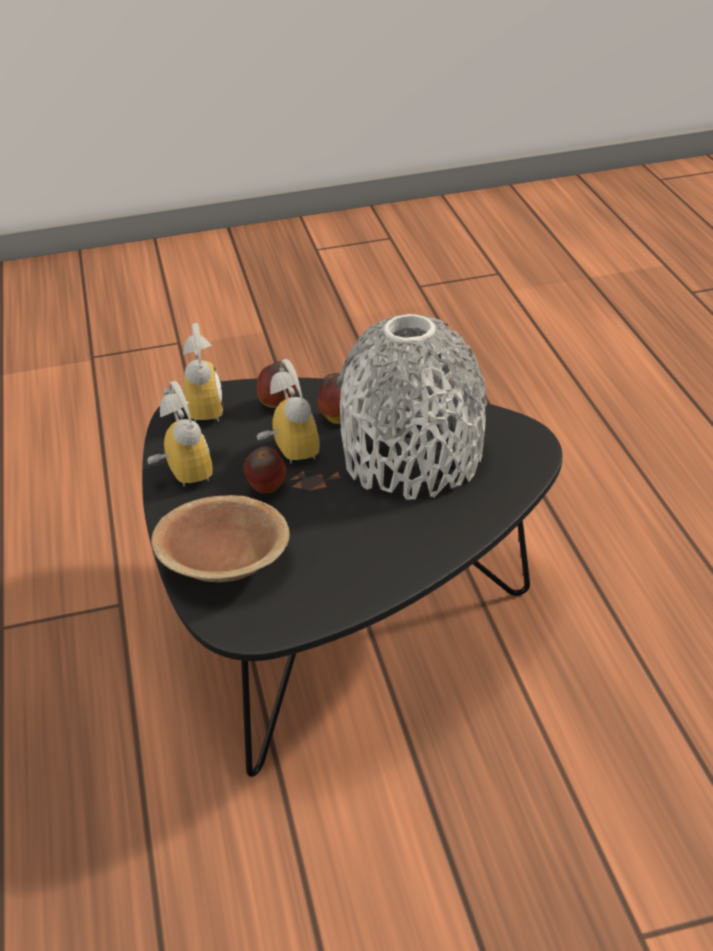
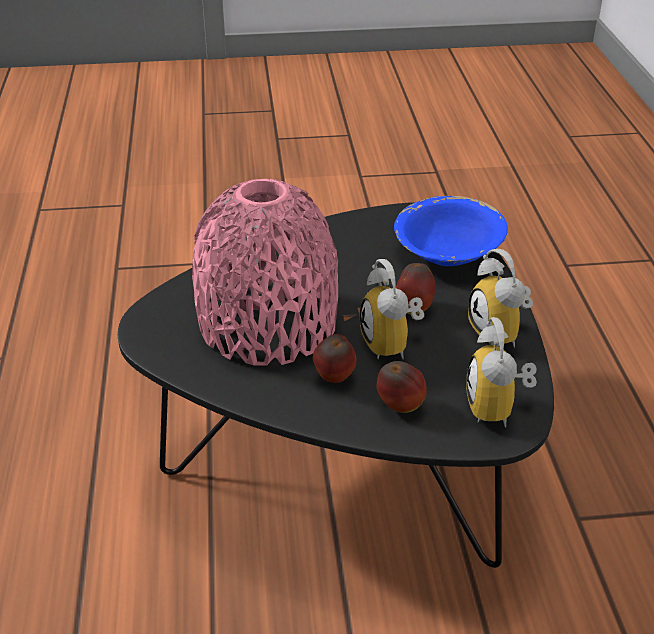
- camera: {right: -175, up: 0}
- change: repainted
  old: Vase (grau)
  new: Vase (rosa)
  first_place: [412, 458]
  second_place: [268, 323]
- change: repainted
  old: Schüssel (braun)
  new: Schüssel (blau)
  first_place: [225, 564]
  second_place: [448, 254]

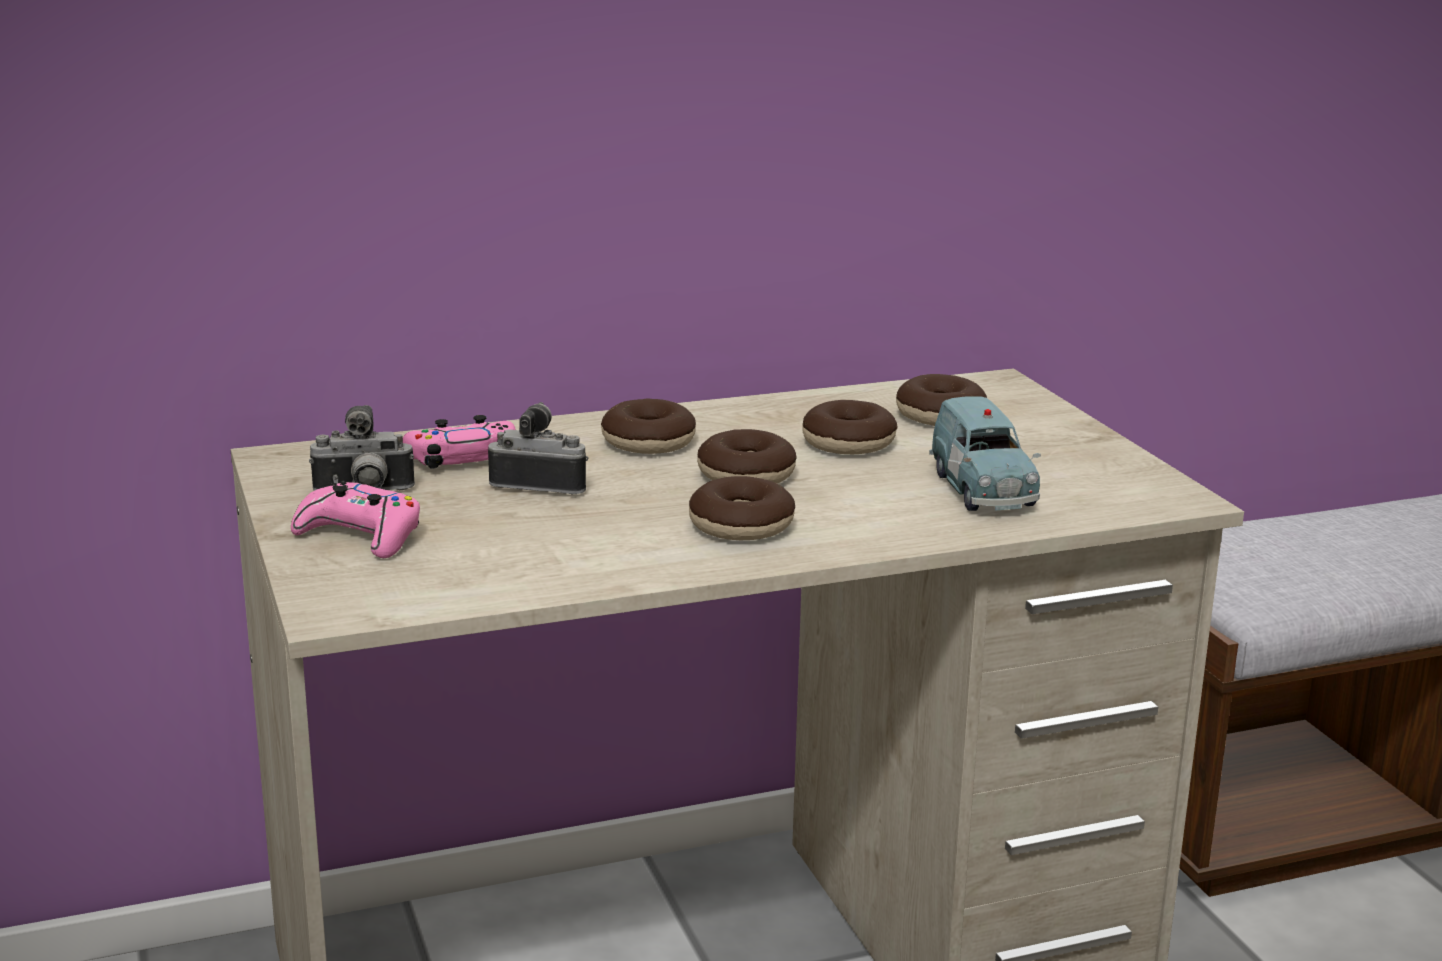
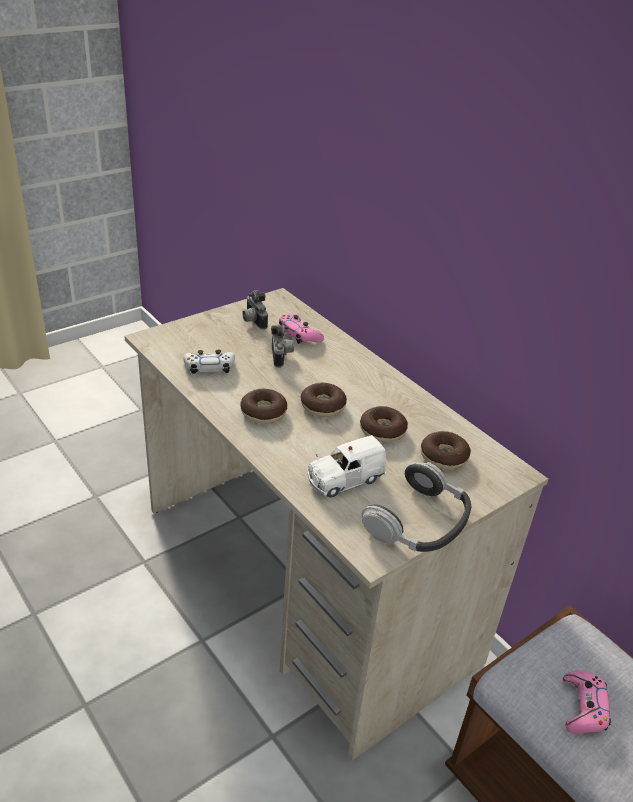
- camera: {right: 70, up: 15}
- change: new
  new: Gamepad (weiß)
  second_place: [209, 367]
- change: repainted
  old: Spielzeugauto (blau)
  new: Spielzeugauto (weiß)
  first_place: [982, 490]
  second_place: [344, 479]
- change: new
  new: Kopfhörer
  second_place: [419, 522]
- change: shifted
  old: Gamepad (rosa)
  first_place: [360, 535]
  second_place: [583, 708]
- change: gone
  old: Donut
  first_place: [648, 442]

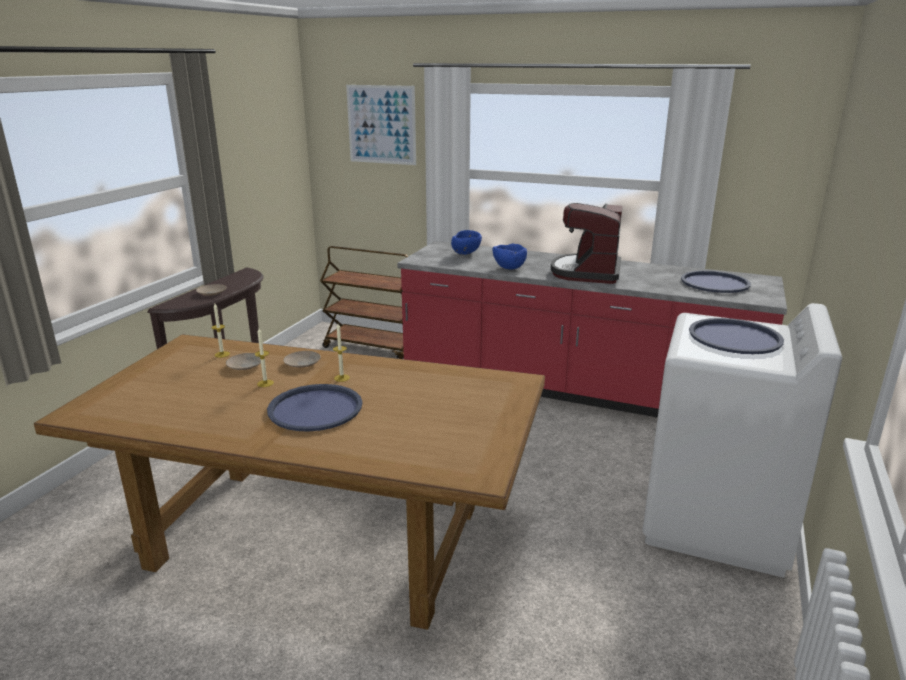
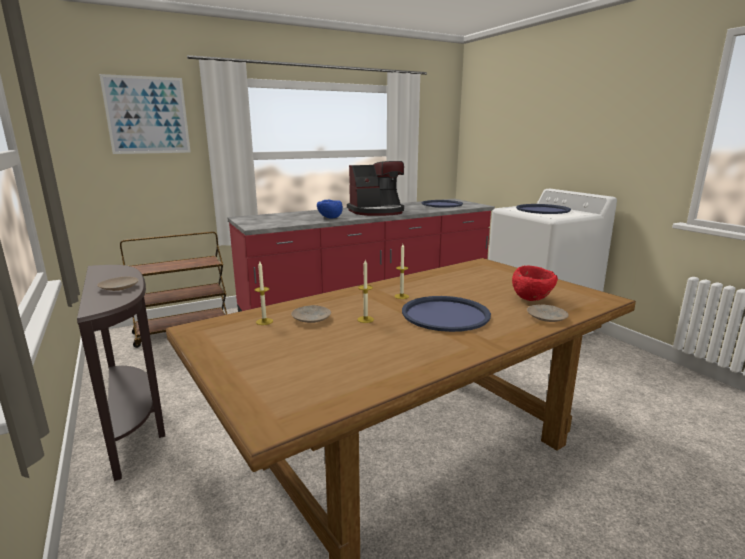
- camera: {right: -50, up: -5}
- change: rotated
  old: Kaffeemaschine
  first_place: [587, 272]
  second_place: [377, 211]
  degrees: -75
- change: new
  new: Schüssel (rot)
  second_place: [532, 299]
- change: shifted
  old: Teller (beige)
  first_place: [303, 363]
  second_place: [546, 317]
- change: gone
  old: Schüssel (blau)
  first_place: [466, 254]

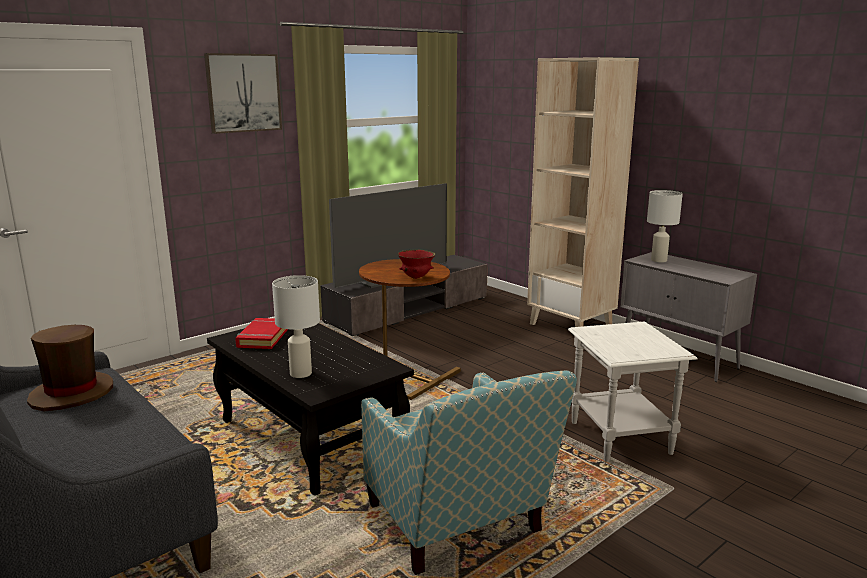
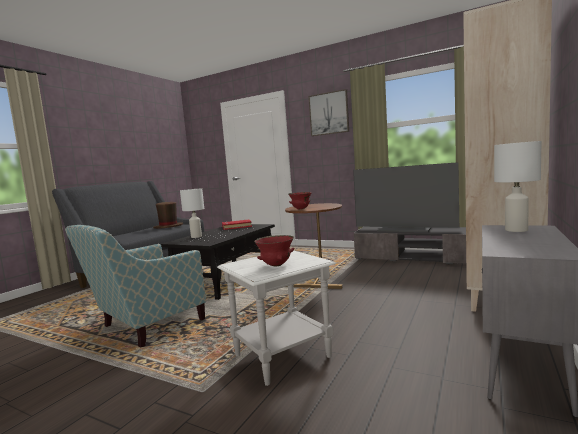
- camera: {right: 70, up: -10}
- change: new
  new: Schüssel (rot)
  second_place: [276, 265]

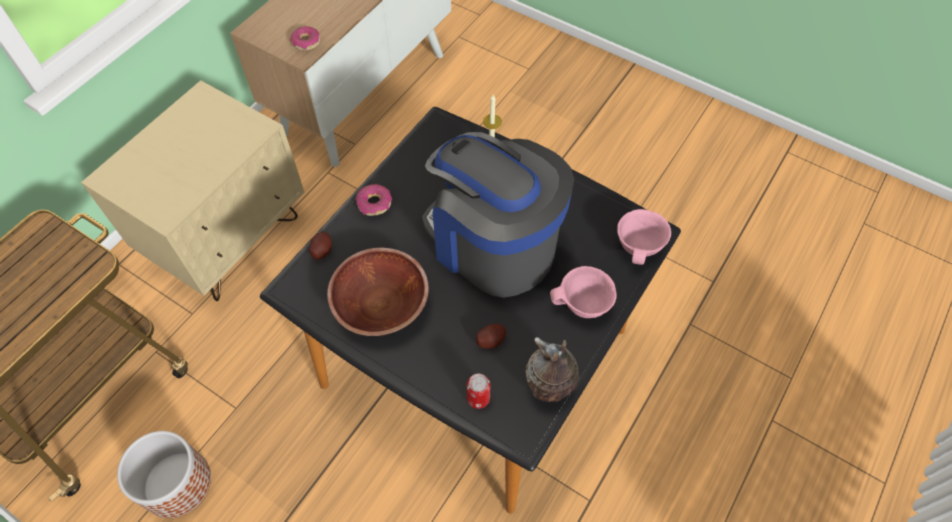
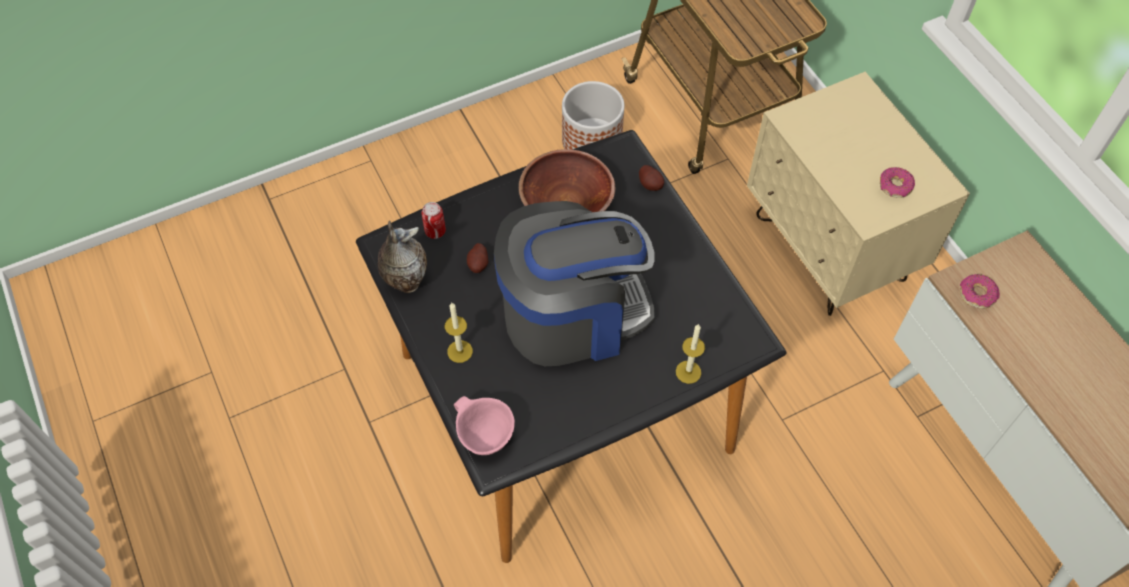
- camera: {right: 120, up: 0}
- change: swapped
  old: Schüssel (rosa)
  new: Kerze
  first_place: [583, 305]
  second_place: [460, 351]
- change: shifted
  old: Donut
  first_place: [374, 204]
  second_place: [894, 186]

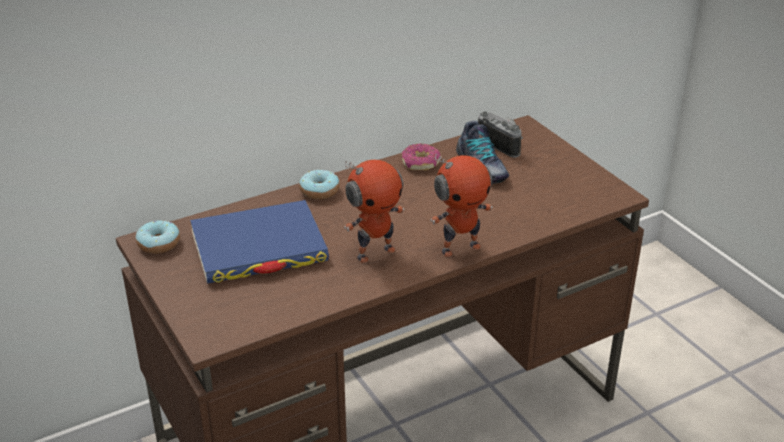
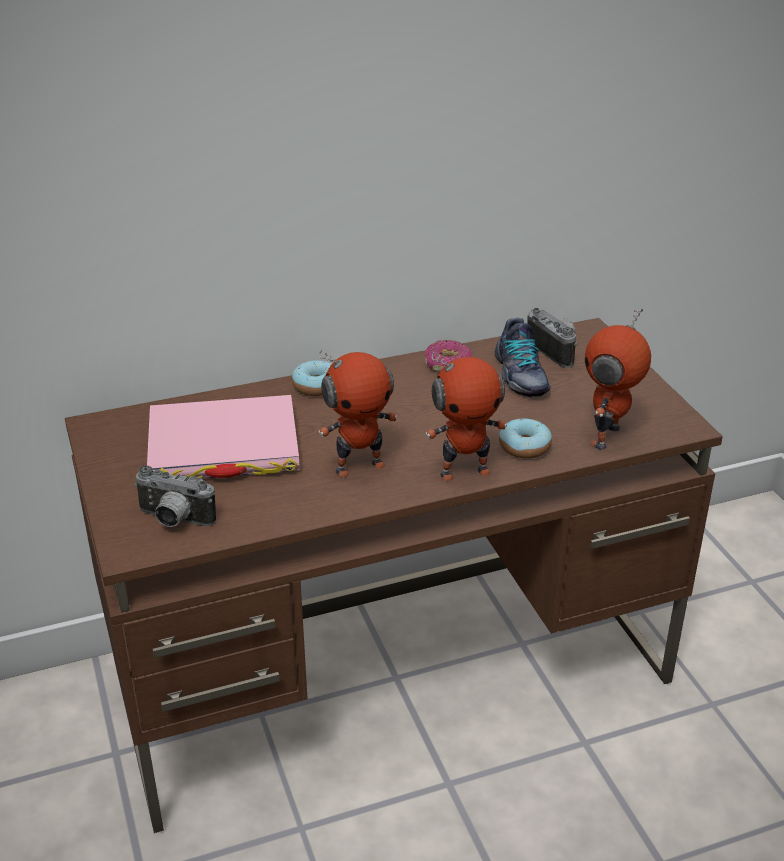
- camera: {right: 10, up: 0}
- change: new
  new: Kamera
  second_place: [173, 520]
- change: repainted
  old: Buch (blau)
  new: Buch (rosa)
  first_place: [259, 248]
  second_place: [223, 447]
- change: shifted
  old: Donut
  first_place: [159, 244]
  second_place: [524, 447]
- change: new
  new: Spielzeugroboter
  second_place: [608, 437]

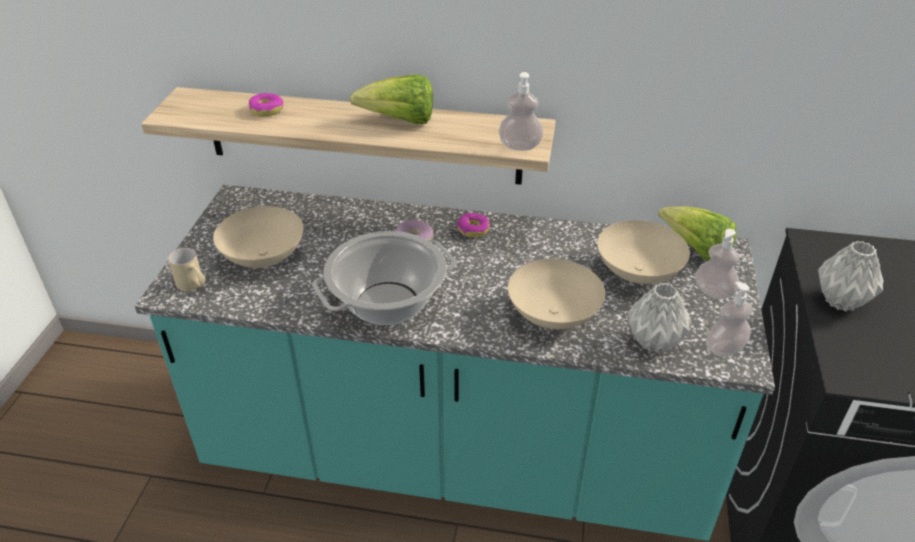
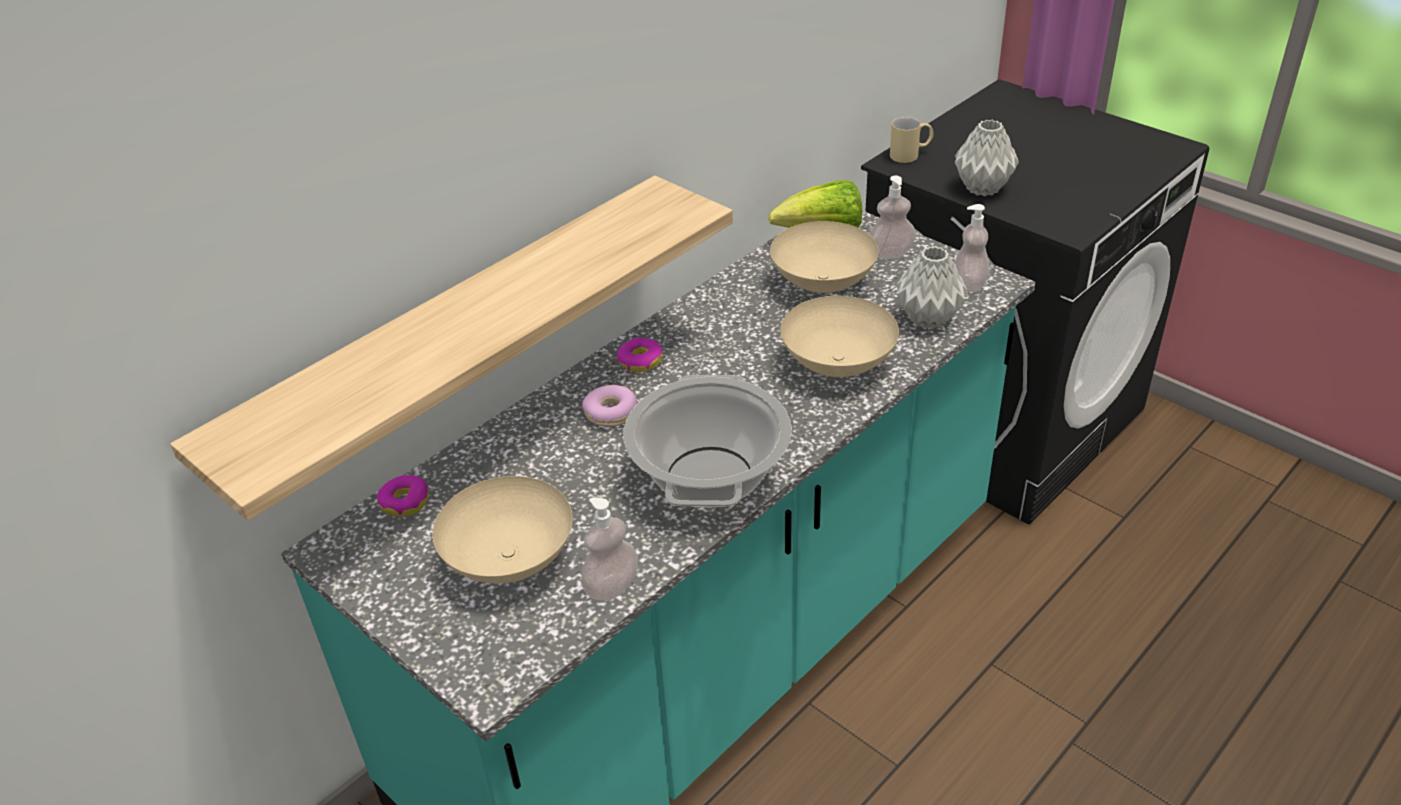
- camera: {right: -55, up: 0}
- change: shifted
  old: Donut
  first_place: [267, 110]
  second_place: [405, 502]
- change: shifted
  old: Seifenspender
  first_place: [520, 146]
  second_place: [611, 586]
- change: shifted
  old: Henkelbecher (beige)
  first_place: [194, 285]
  second_place: [910, 155]
- change: gone
  old: Salatkopf
  first_place: [400, 121]

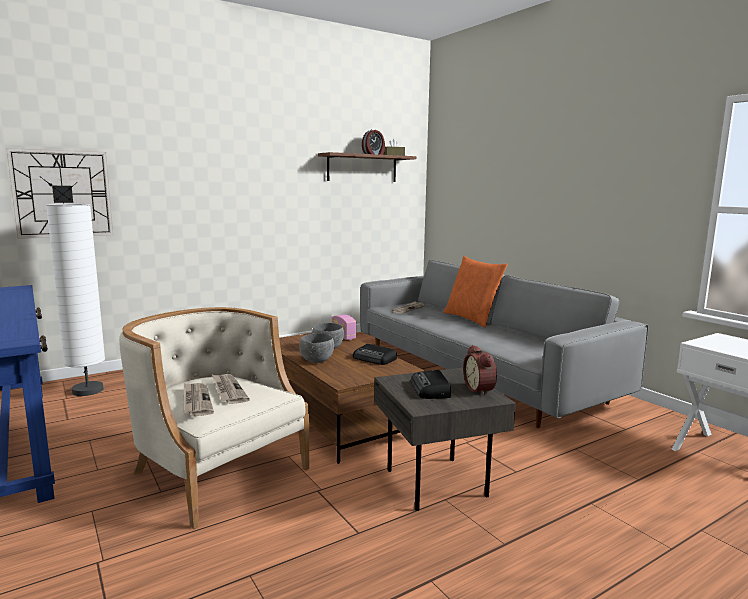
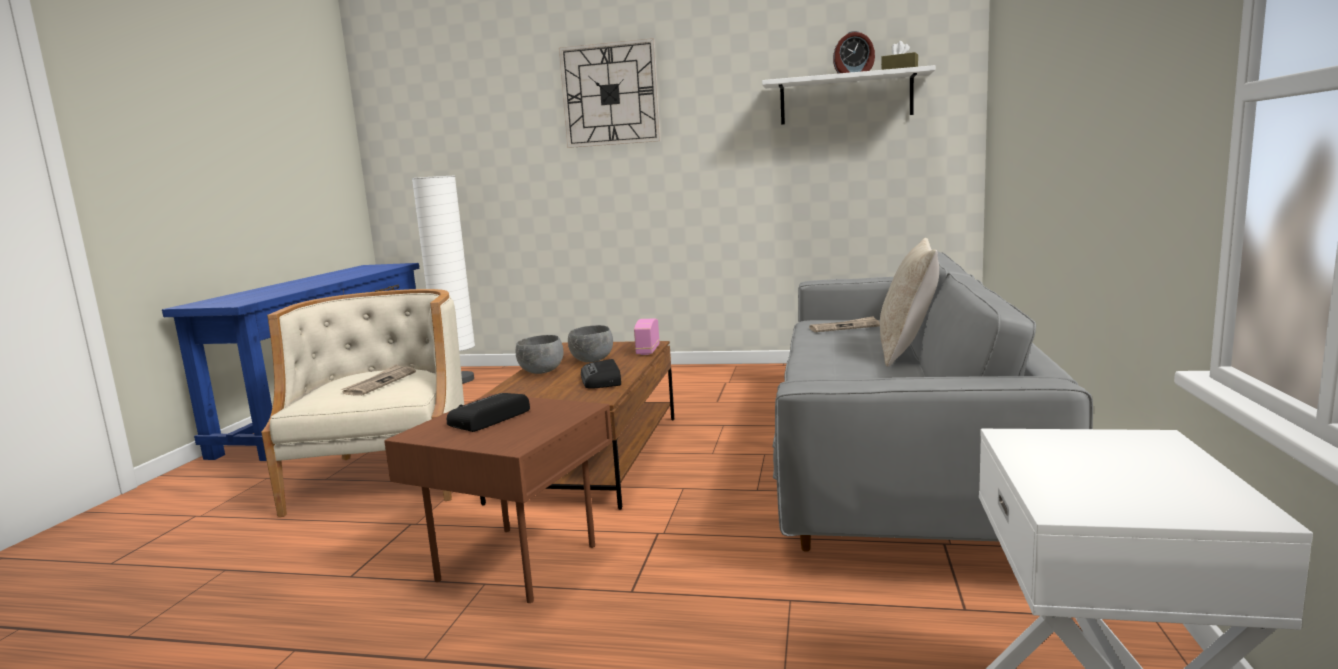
- camera: {right: 45, up: 0}
- change: repainted
  old: Beistelltisch (grau)
  new: Beistelltisch (braun)
  first_place: [439, 483]
  second_place: [518, 565]
- change: shifted
  old: Wanduhr
  first_place: [62, 194]
  second_place: [610, 94]
- change: repainted
  old: Wandregal (braun)
  new: Wandregal (weiß)
  first_place: [362, 168]
  second_place: [845, 98]
- change: repainted
  old: Kissen (orange)
  new: Kissen (beige)
  first_place: [472, 319]
  second_place: [907, 352]
- change: gone
  old: Zeitung
  first_place: [196, 401]
- change: gone
  old: Wecker
  first_place: [480, 390]

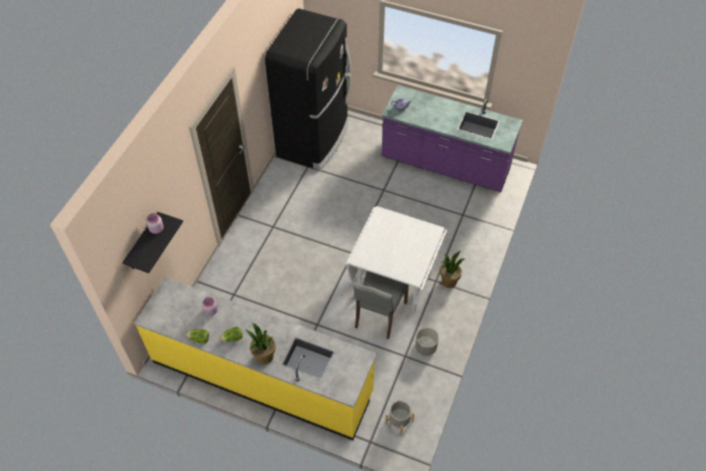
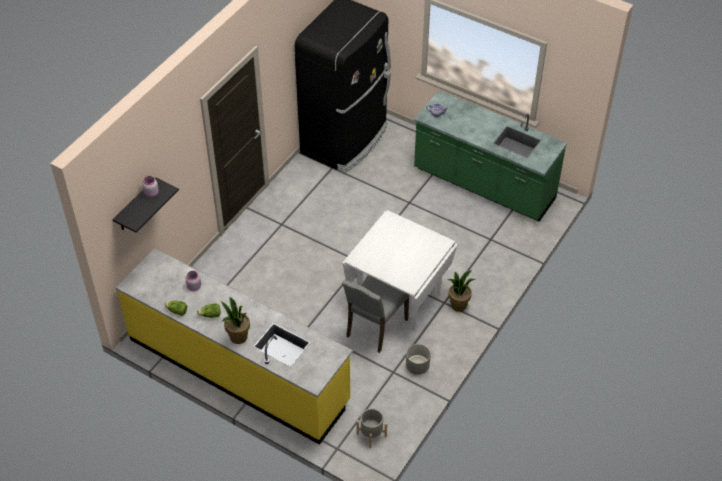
- camera: {right: 10, up: -5}
- change: repainted
  old: Küchenzeile (lila)
  new: Küchenzeile (grün)
  first_place: [445, 165]
  second_place: [483, 186]

